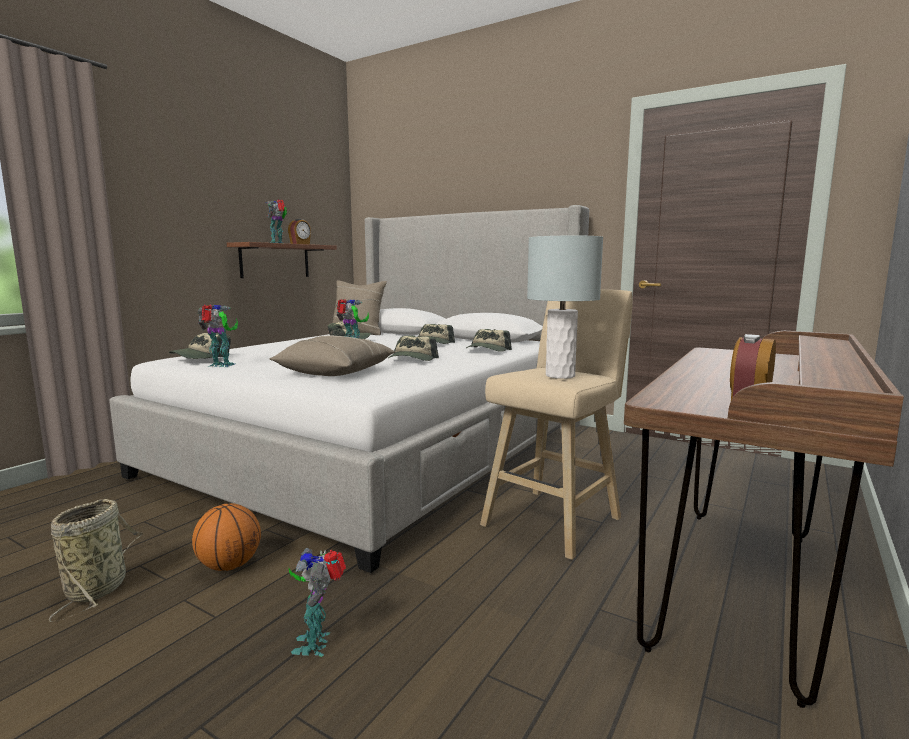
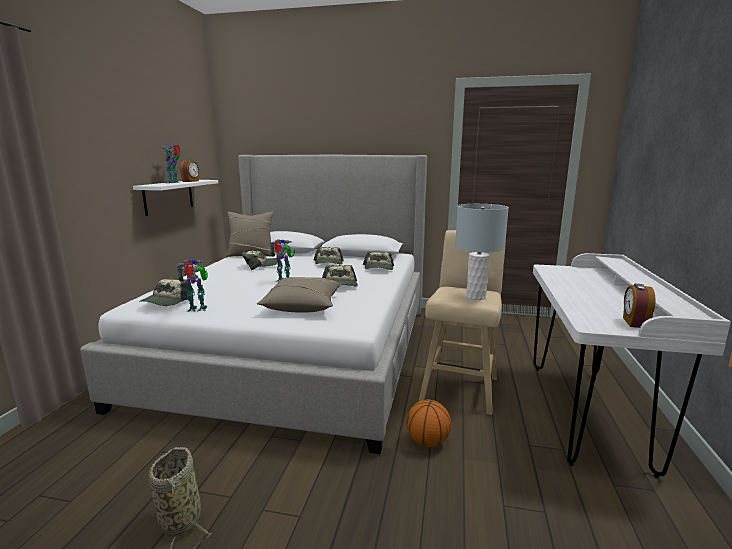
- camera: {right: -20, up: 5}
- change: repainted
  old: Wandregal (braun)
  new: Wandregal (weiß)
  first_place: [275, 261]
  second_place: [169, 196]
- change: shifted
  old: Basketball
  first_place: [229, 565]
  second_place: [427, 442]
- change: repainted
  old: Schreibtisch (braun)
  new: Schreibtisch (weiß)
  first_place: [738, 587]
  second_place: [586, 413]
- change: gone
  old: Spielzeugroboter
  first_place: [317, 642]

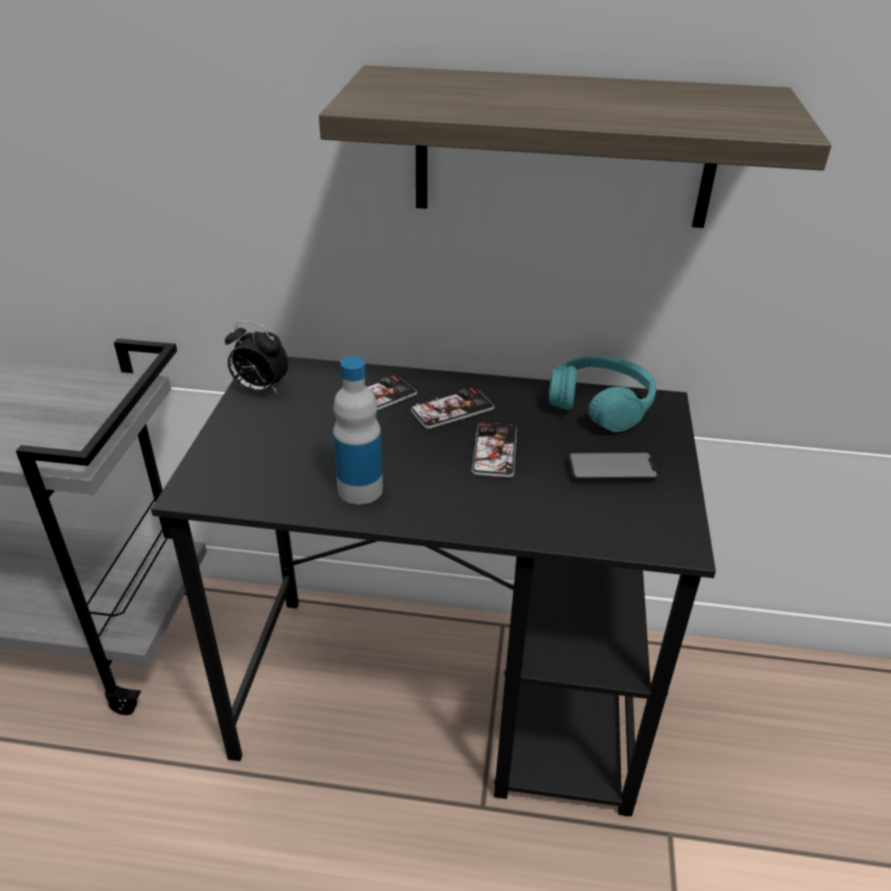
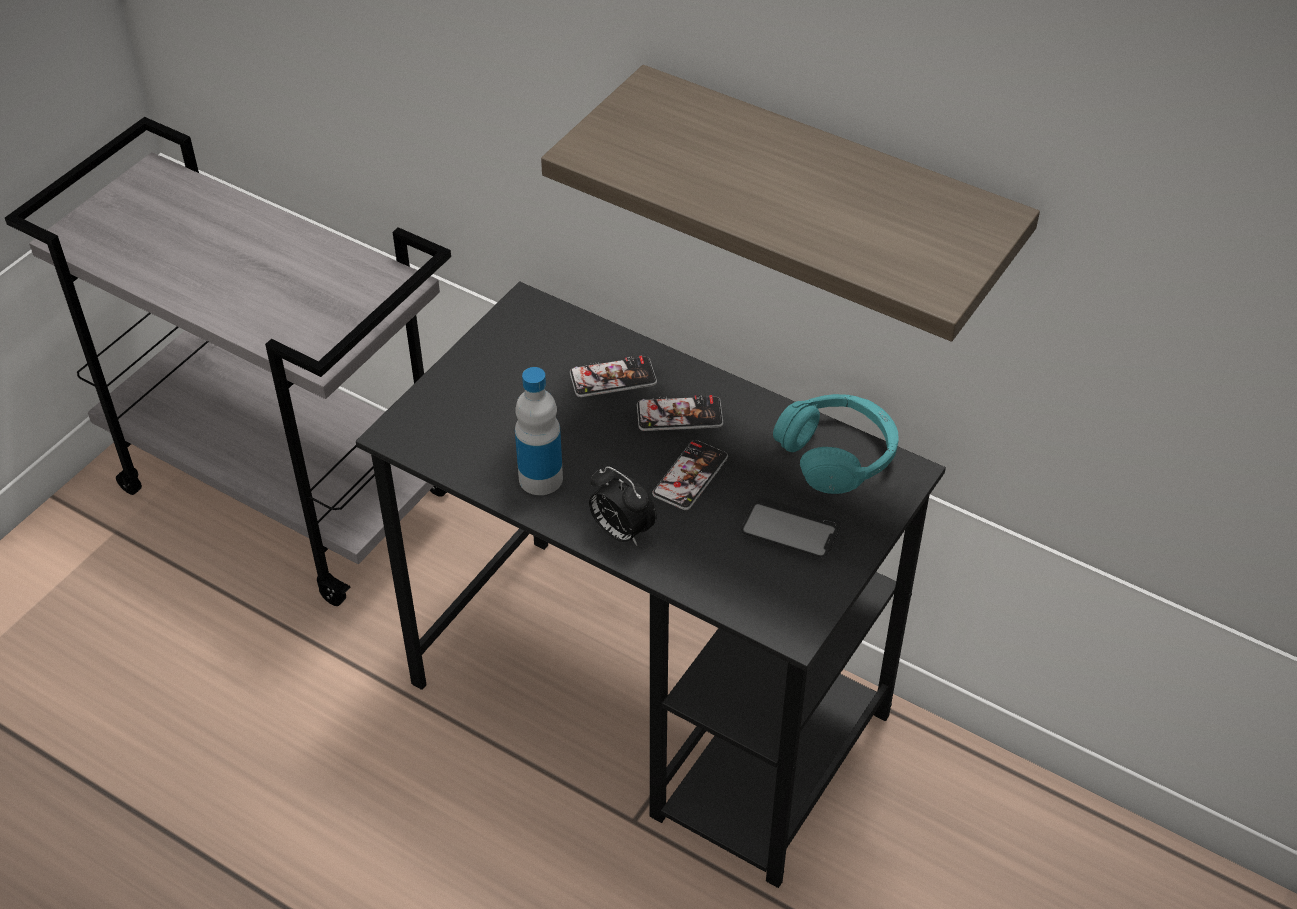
- camera: {right: 25, up: 10}
- change: shifted
  old: Wecker
  first_place: [259, 389]
  second_place: [621, 532]

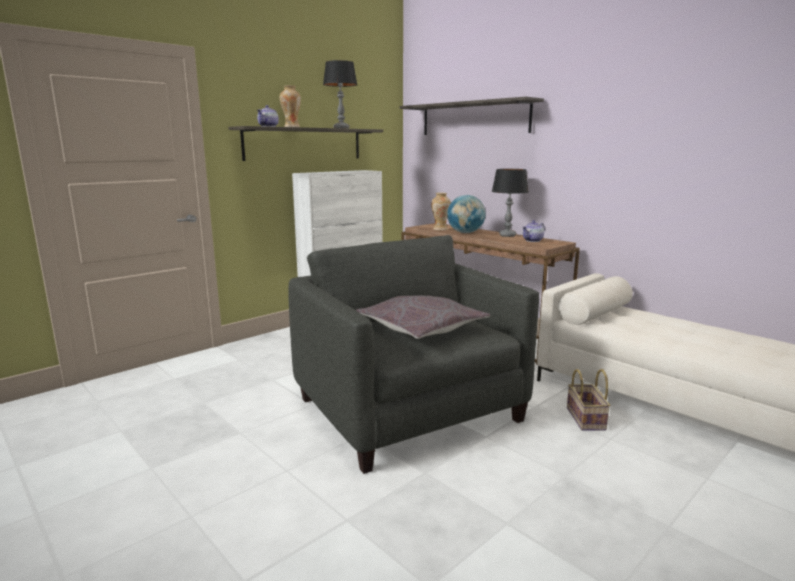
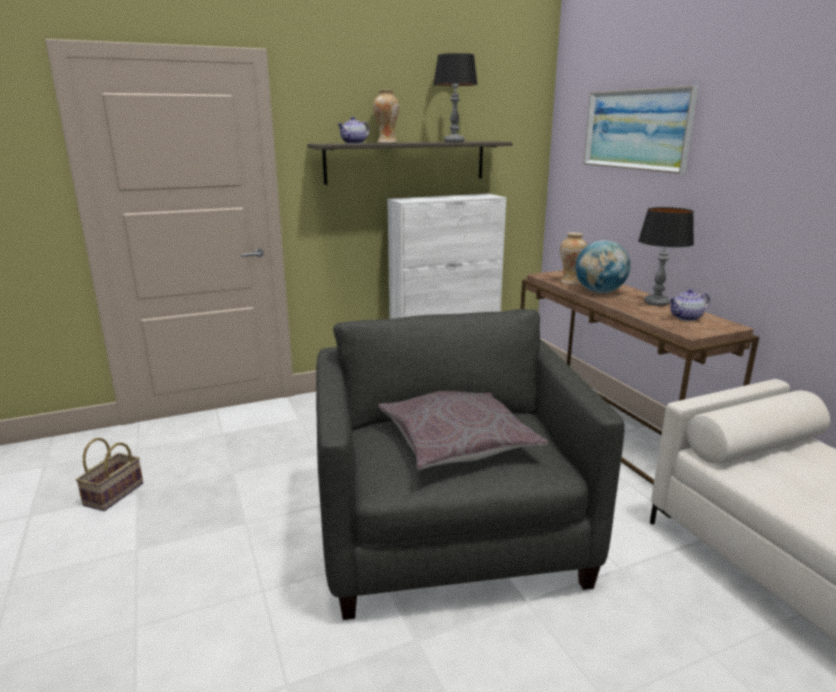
- camera: {right: 20, up: 5}
- change: shifted
  old: Korb
  first_place: [587, 419]
  second_place: [114, 495]
- change: swapped
  old: Wandregal
  new: Bild
  first_place: [473, 118]
  second_place: [636, 129]

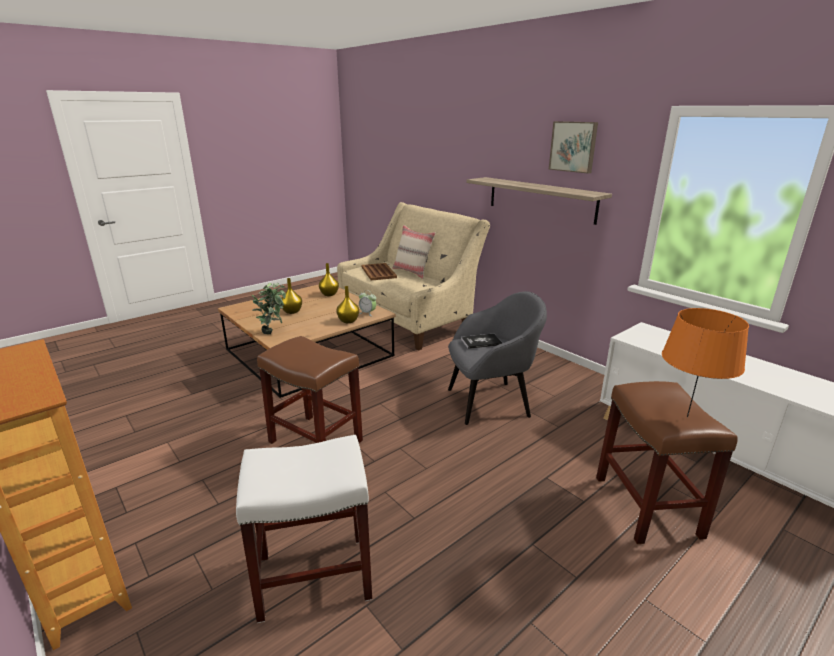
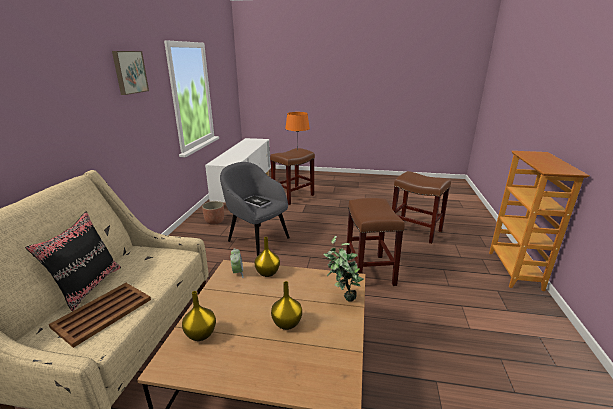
- camera: {right: -130, up: 0}
- change: repainted
  old: Kissen (beige)
  new: Kissen (schwarz)
  first_place: [413, 272]
  second_place: [88, 286]
- change: new
  new: Pflanzkübel
  second_place: [214, 221]
- change: repainted
  old: Hocker (weiß)
  new: Hocker (braun)
  first_place: [313, 577]
  second_place: [416, 231]
- change: gone
  old: Wandregal
  first_place: [540, 199]

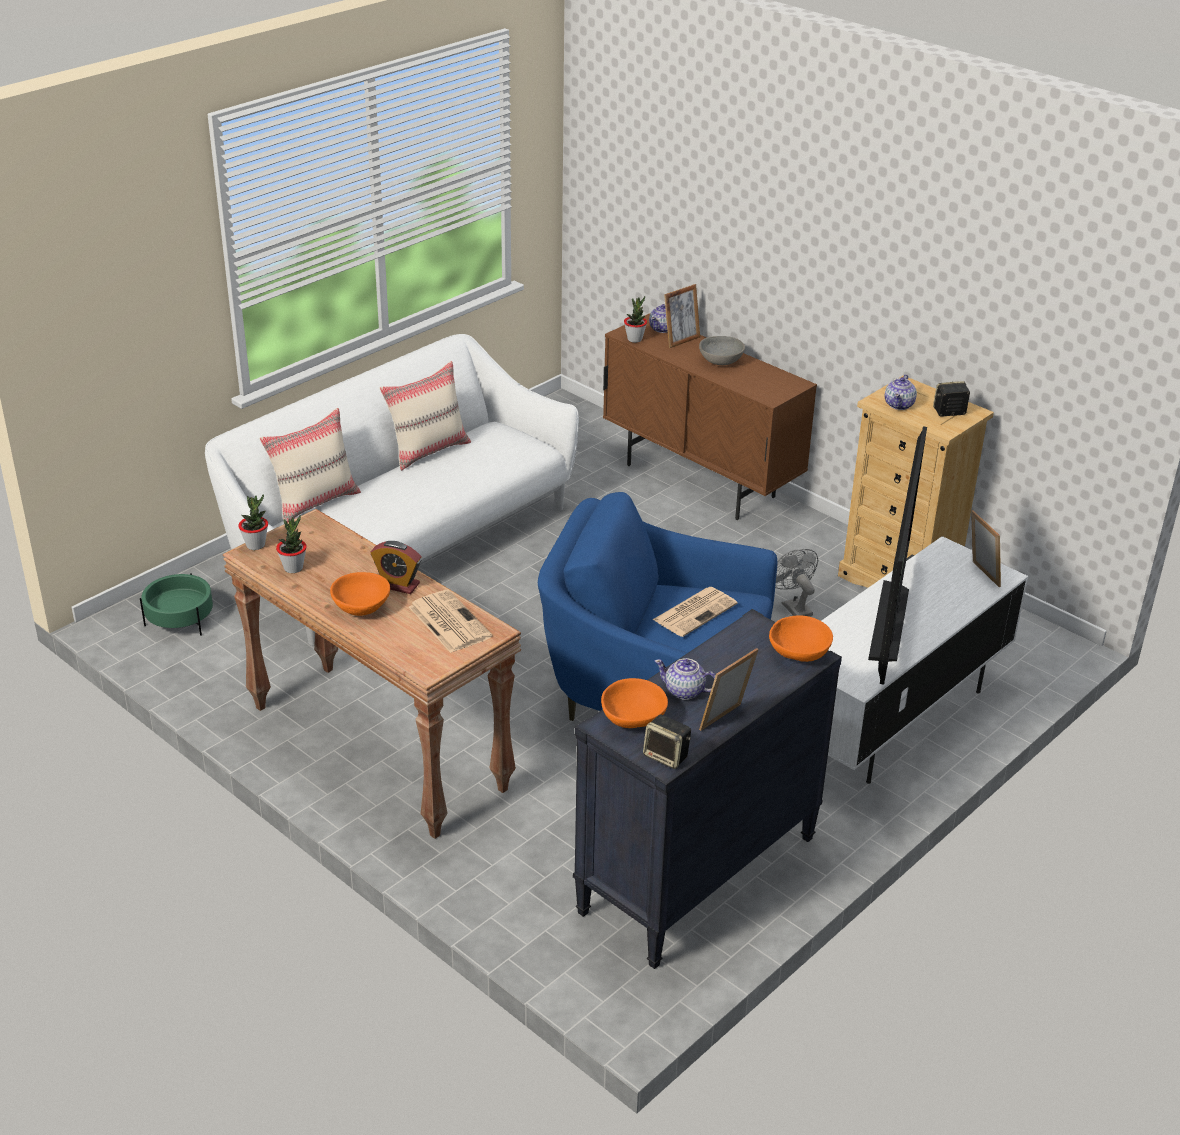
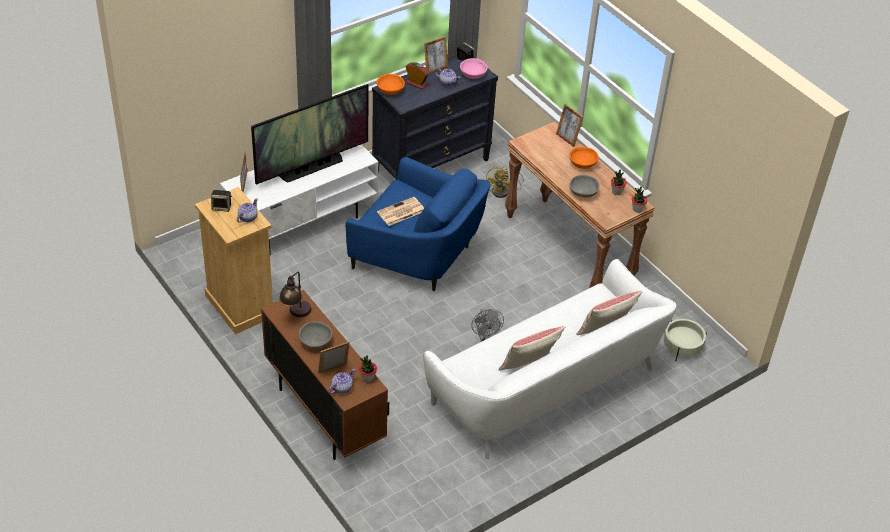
- camera: {right: -170, up: 10}
- change: rotated
  old: Fernseher
  first_place: [889, 622]
  second_place: [312, 168]
  degrees: -150
- change: new
  new: Tischlampe
  second_place: [296, 315]
- change: shifted
  old: Wecker
  first_place: [397, 585]
  second_place: [416, 83]
- change: repainted
  old: Schüssel (orange)
  new: Schüssel (rosa)
  first_place: [632, 719]
  second_place: [473, 75]
- change: shifted
  old: Ventilator (grau)
  first_place: [793, 607]
  second_place: [485, 337]
- change: new
  new: Ventilator (gelb)
  second_place: [504, 192]
- change: new
  new: Bilderrahmen
  second_place: [567, 139]
- change: new
  new: Schüssel (grau)
  second_place: [582, 193]
- change: repainted
  old: Pflanzkübel (grün)
  new: Pflanzkübel (beige)
  first_place: [180, 620]
  second_place: [682, 347]
- change: gone
  old: Zeitung
  first_place: [448, 621]

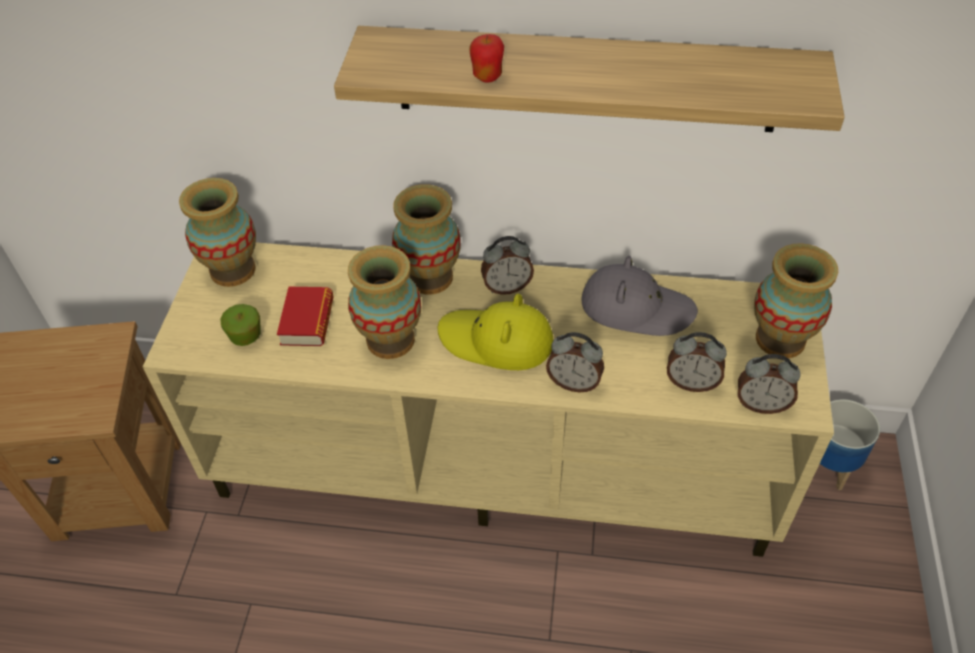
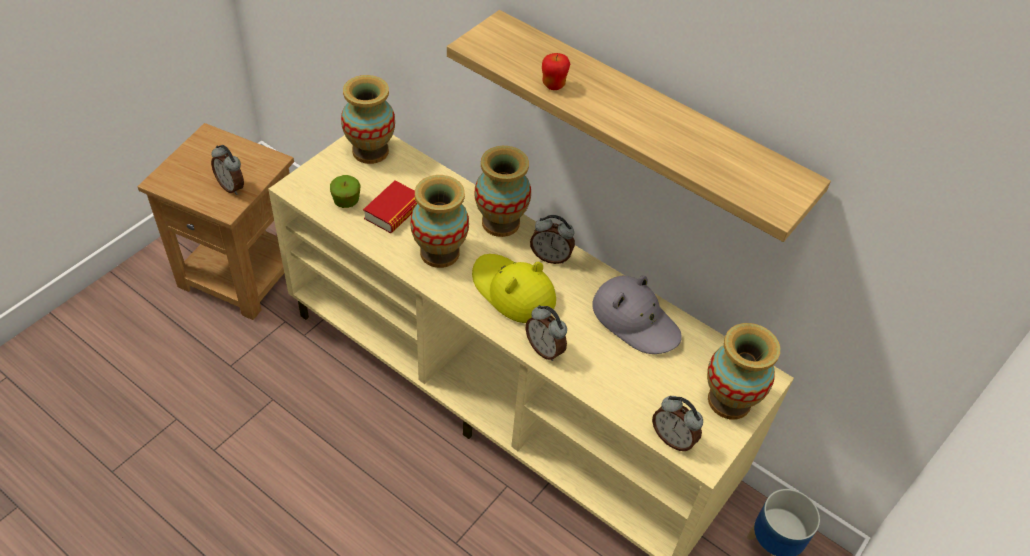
- camera: {right: 25, up: 0}
- change: shifted
  old: Wecker
  first_place: [691, 382]
  second_place: [232, 186]

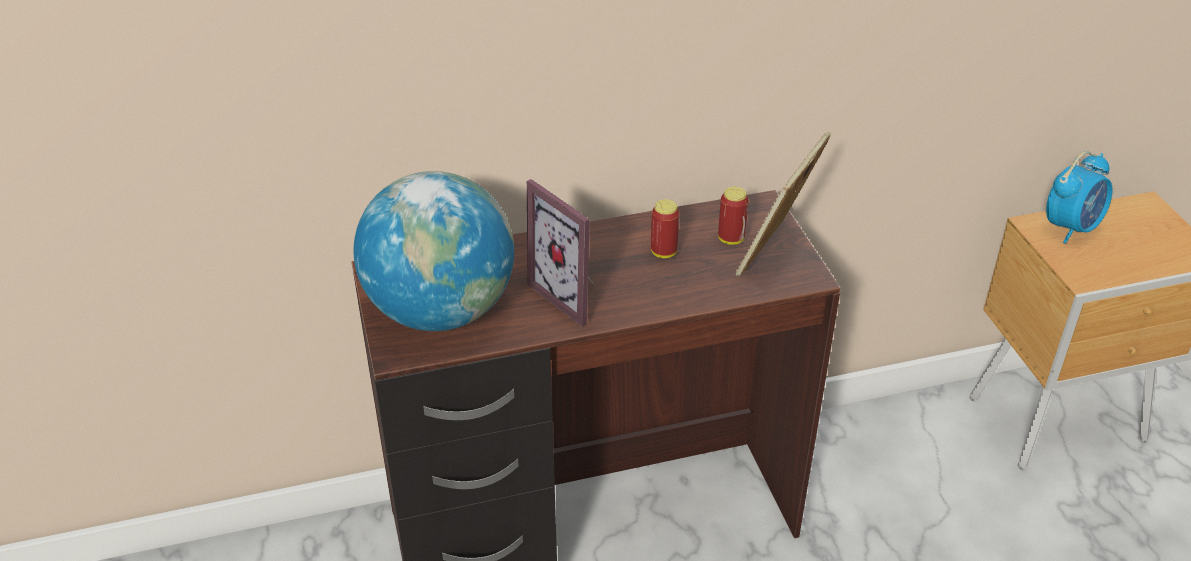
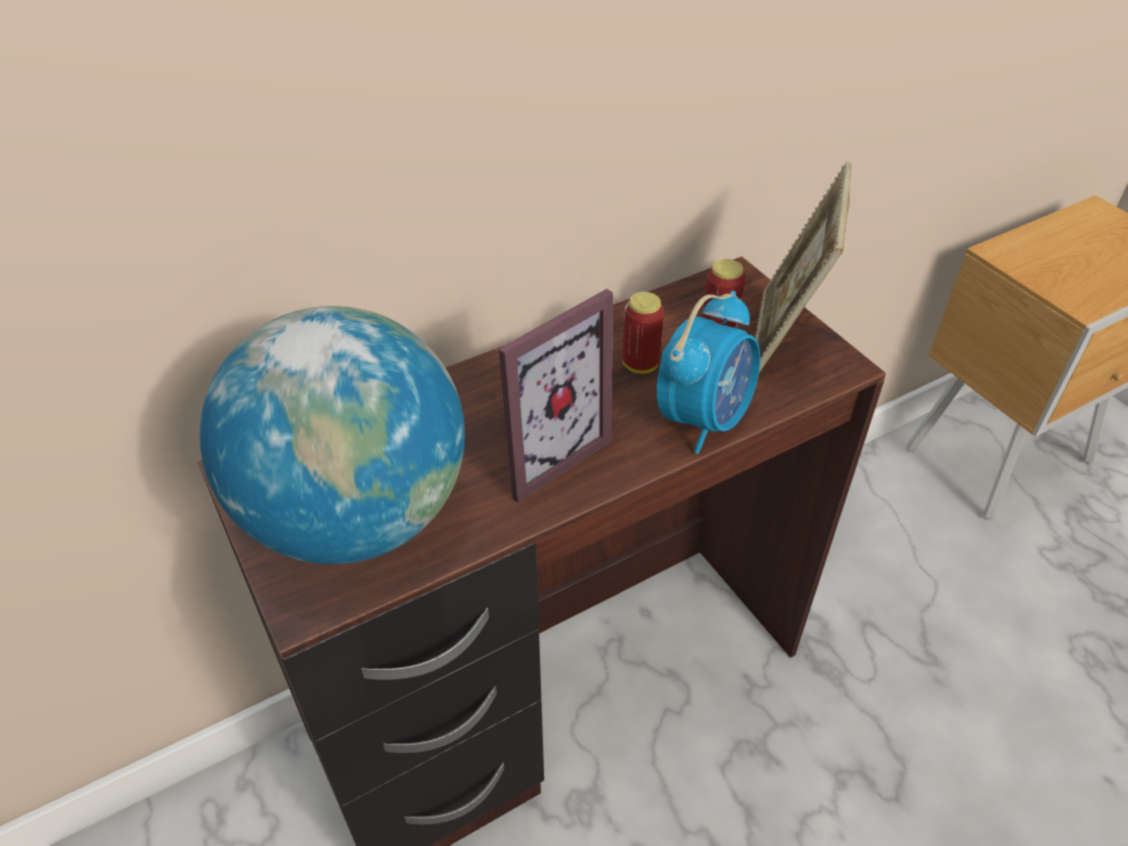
- camera: {right: -15, up: 5}
- change: rotated
  old: Bilderrahmen
  first_place: [573, 294]
  second_place: [542, 451]
  degrees: -75
- change: shifted
  old: Wecker
  first_place: [1071, 227]
  second_place: [704, 418]

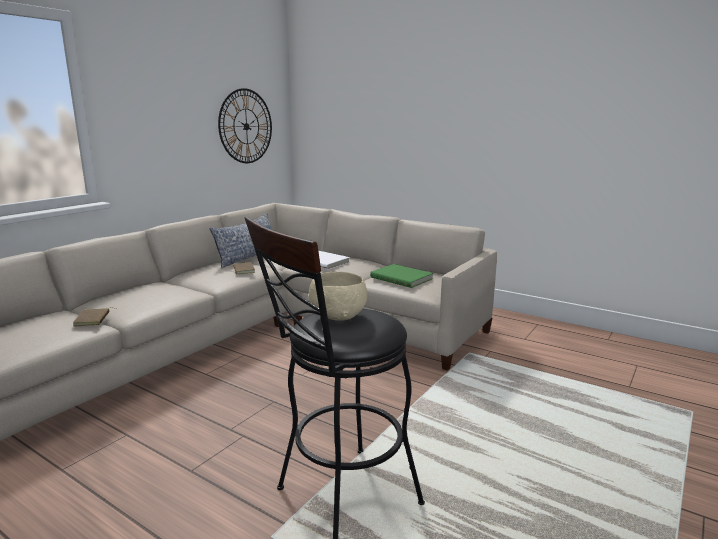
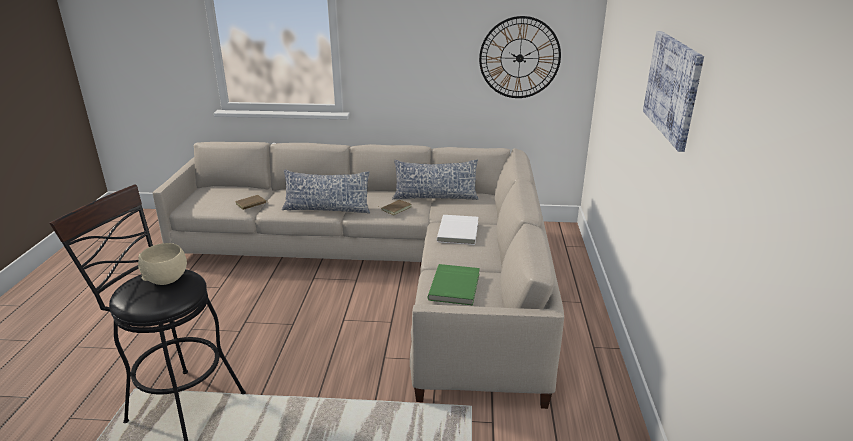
- camera: {right: 60, up: 10}
- change: new
  new: Kissen
  second_place: [327, 209]
- change: new
  new: Bild
  second_place: [673, 87]

